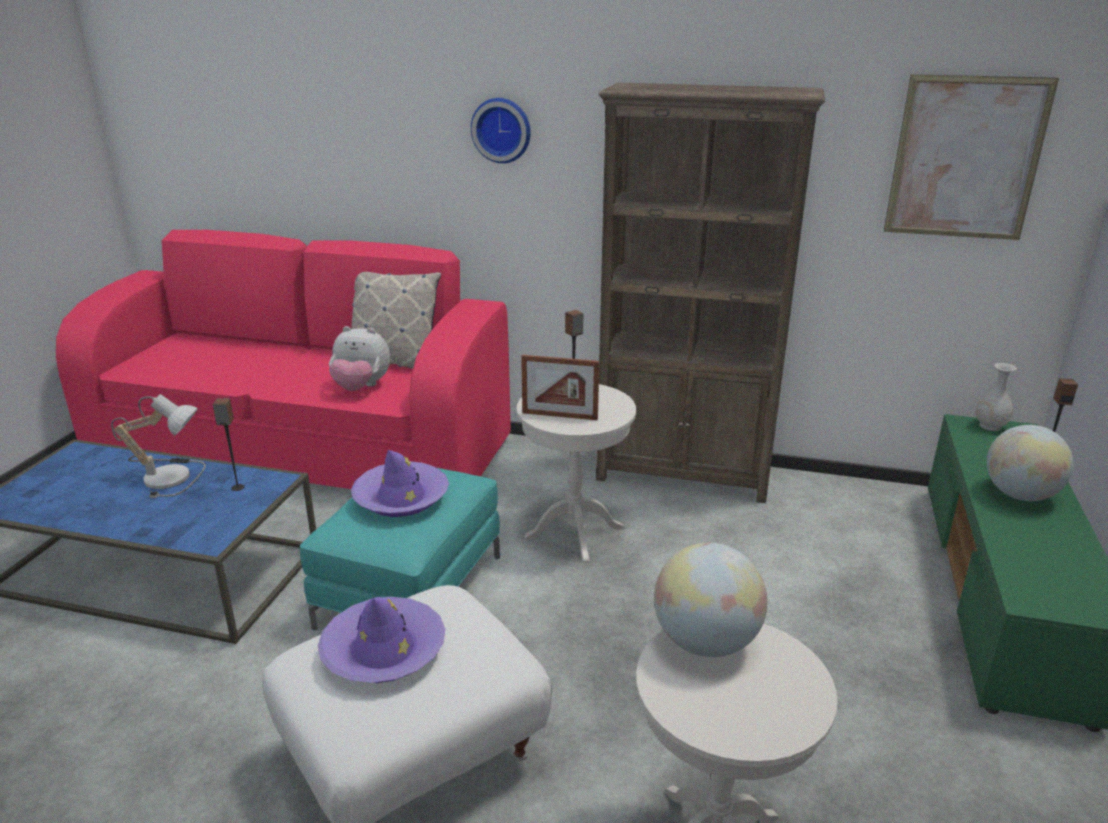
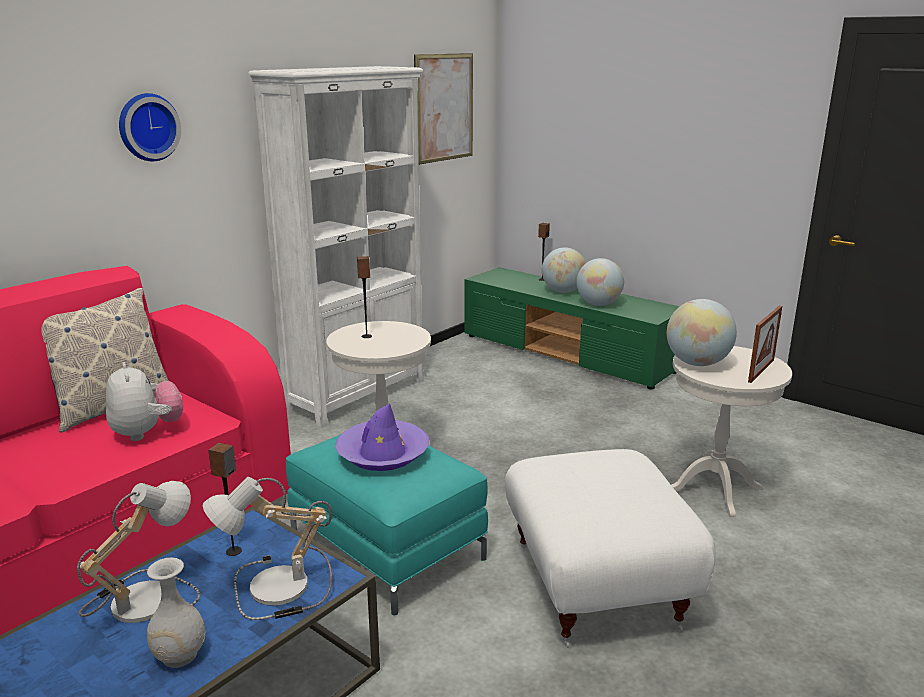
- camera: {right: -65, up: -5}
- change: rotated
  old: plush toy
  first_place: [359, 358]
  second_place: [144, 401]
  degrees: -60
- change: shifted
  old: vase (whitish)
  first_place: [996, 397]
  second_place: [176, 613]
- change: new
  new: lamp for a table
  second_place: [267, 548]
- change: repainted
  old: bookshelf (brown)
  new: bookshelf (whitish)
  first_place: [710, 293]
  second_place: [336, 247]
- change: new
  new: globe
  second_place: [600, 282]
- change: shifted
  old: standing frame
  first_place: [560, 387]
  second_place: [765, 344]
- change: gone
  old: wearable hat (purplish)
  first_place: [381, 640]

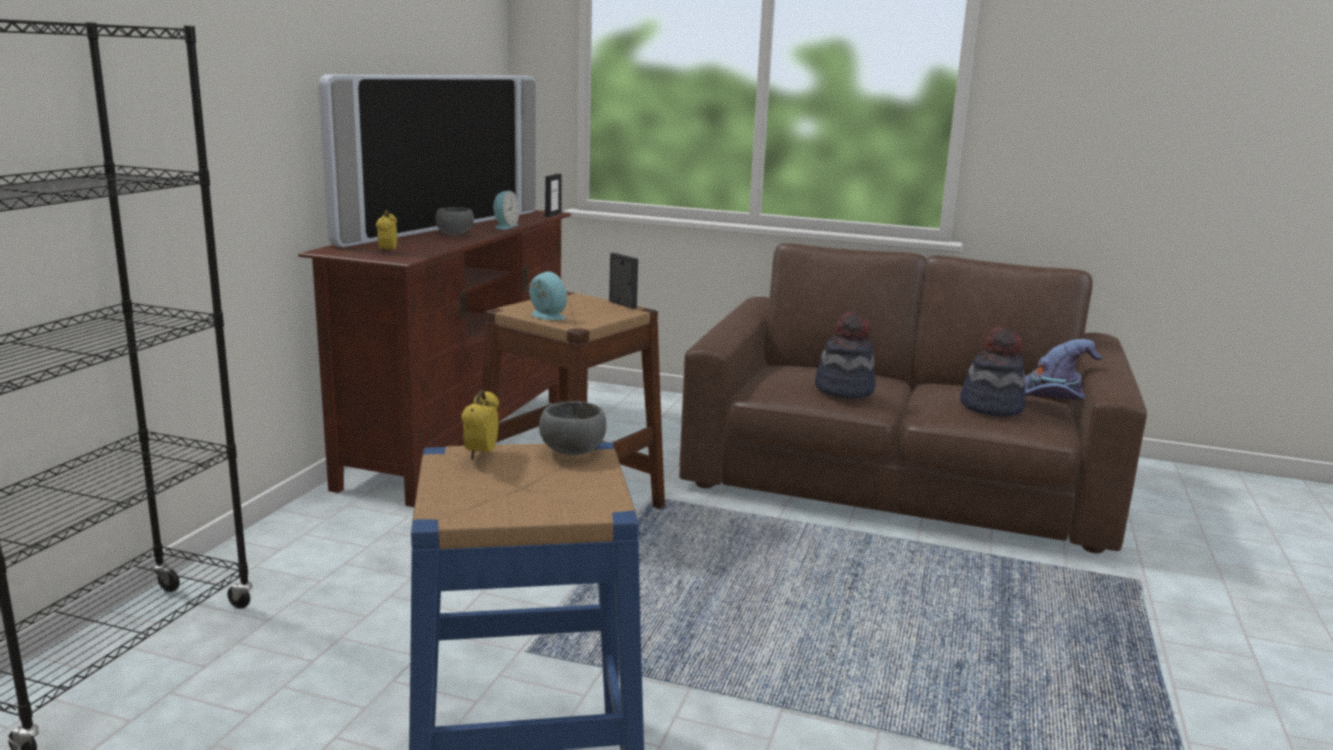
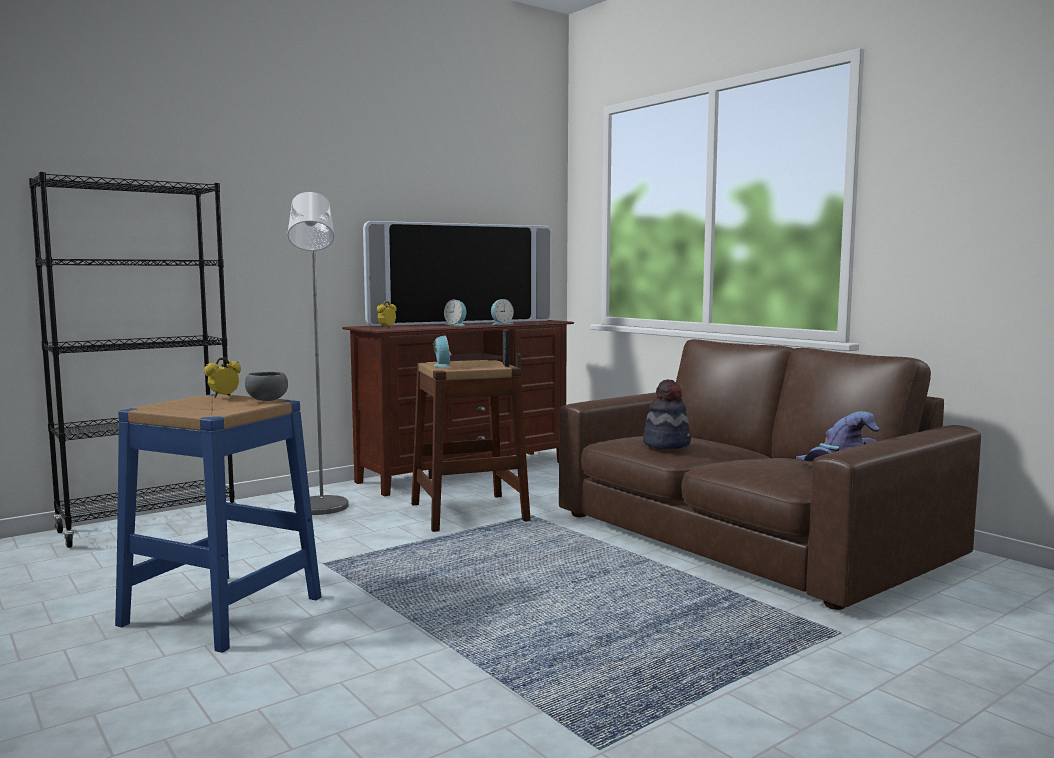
- camera: {right: 35, up: -10}
- change: new
  new: floor lamp (gray)
  second_place: [318, 353]
- change: swapped
  old: deep dish (gray)
  new: table clock
  first_place: [454, 221]
  second_place: [455, 313]
- change: gone
  old: standing frame
  first_place: [553, 195]
- change: gone
  old: wearable hat
  first_place: [993, 372]

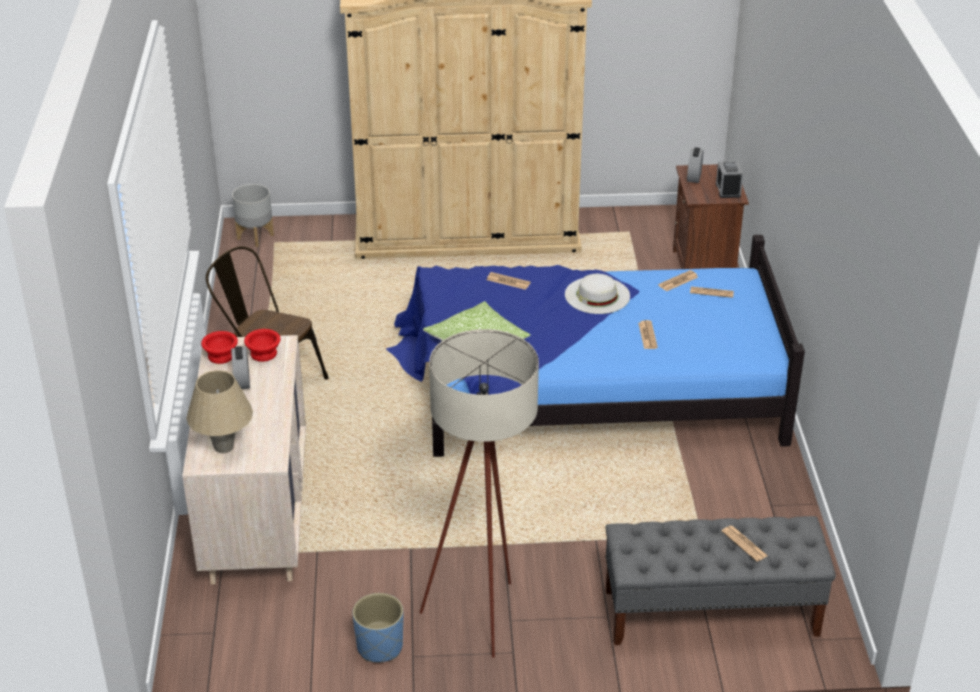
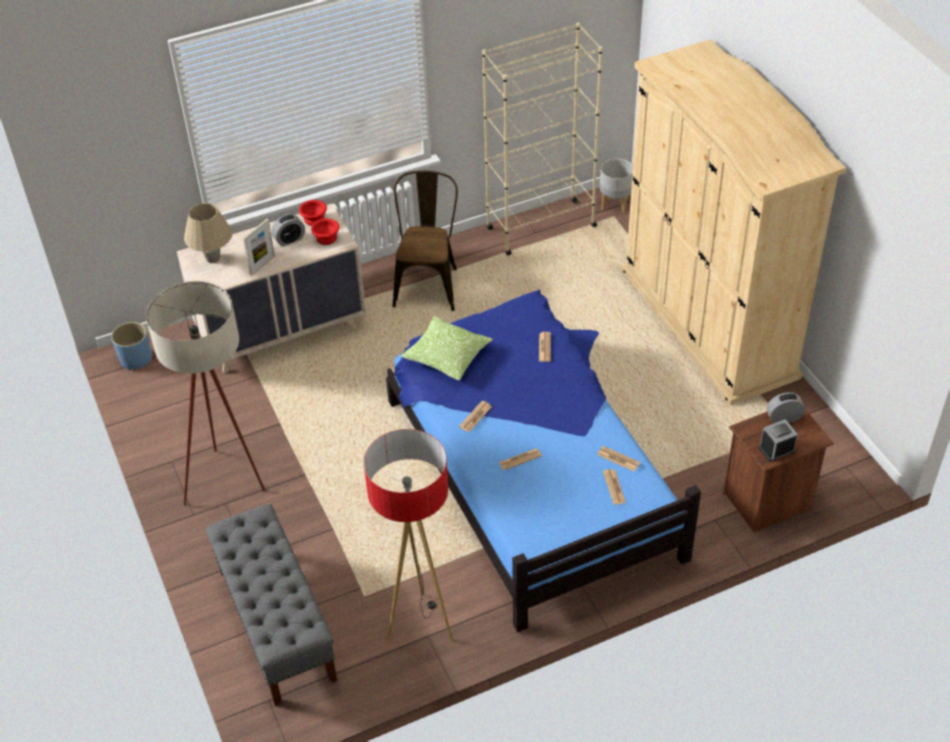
- camera: {right: 70, up: 10}
- change: shifted
  old: plant pot (bluish)
  first_place: [377, 627]
  second_place: [131, 346]
- change: new
  new: standing frame
  second_place: [259, 247]
- change: new
  new: floor lamp
  second_place: [408, 535]
- change: shifted
  old: daily paper
  first_place: [745, 543]
  second_place: [475, 416]
- change: new
  new: bookshelf (sand-coloured)
  second_place: [542, 139]
- change: gone
  old: wearable hat (whitish)
  first_place: [597, 294]

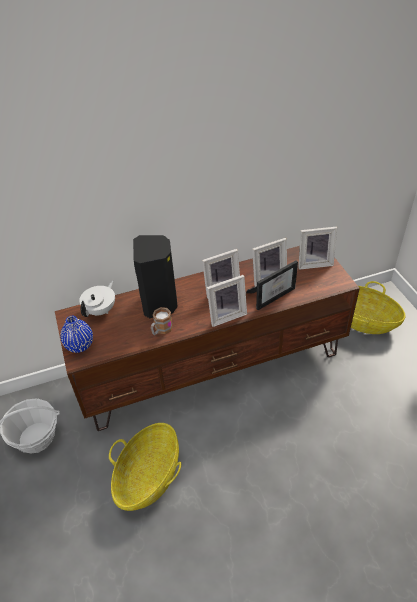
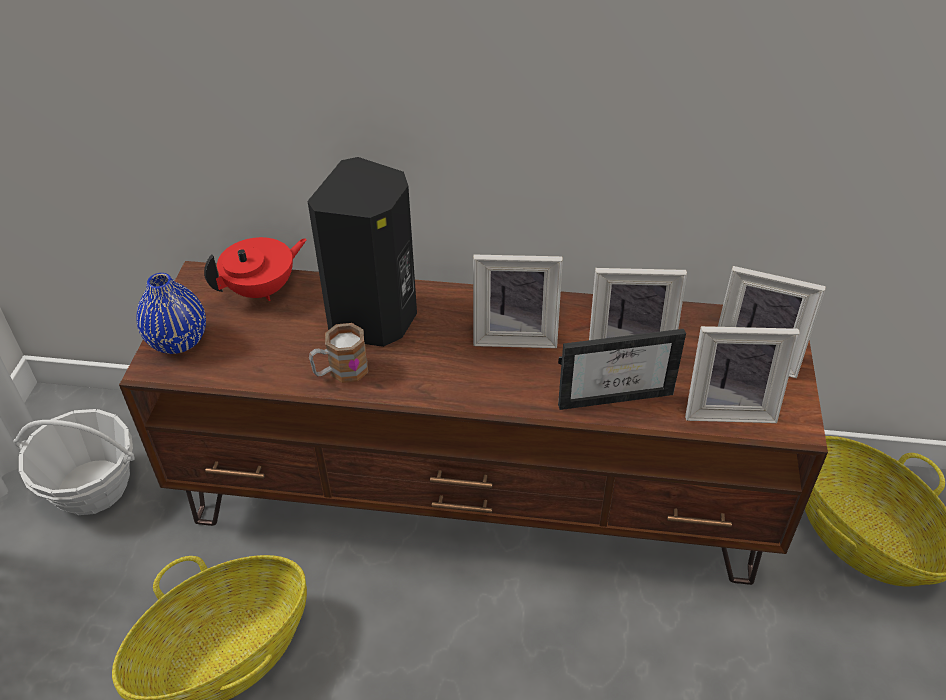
- camera: {right: 25, up: 0}
- change: repainted
  old: pot for tea (whitish)
  new: pot for tea (reddish)
  first_place: [97, 299]
  second_place: [255, 269]
- change: shifted
  old: standing frame
  first_place: [227, 301]
  second_place: [742, 374]

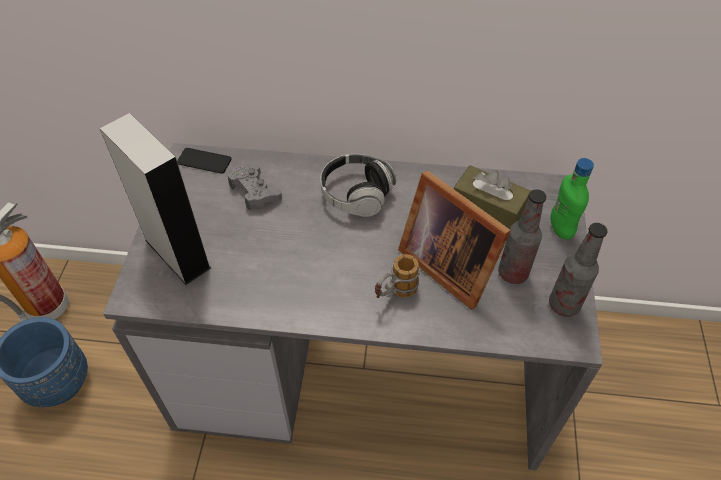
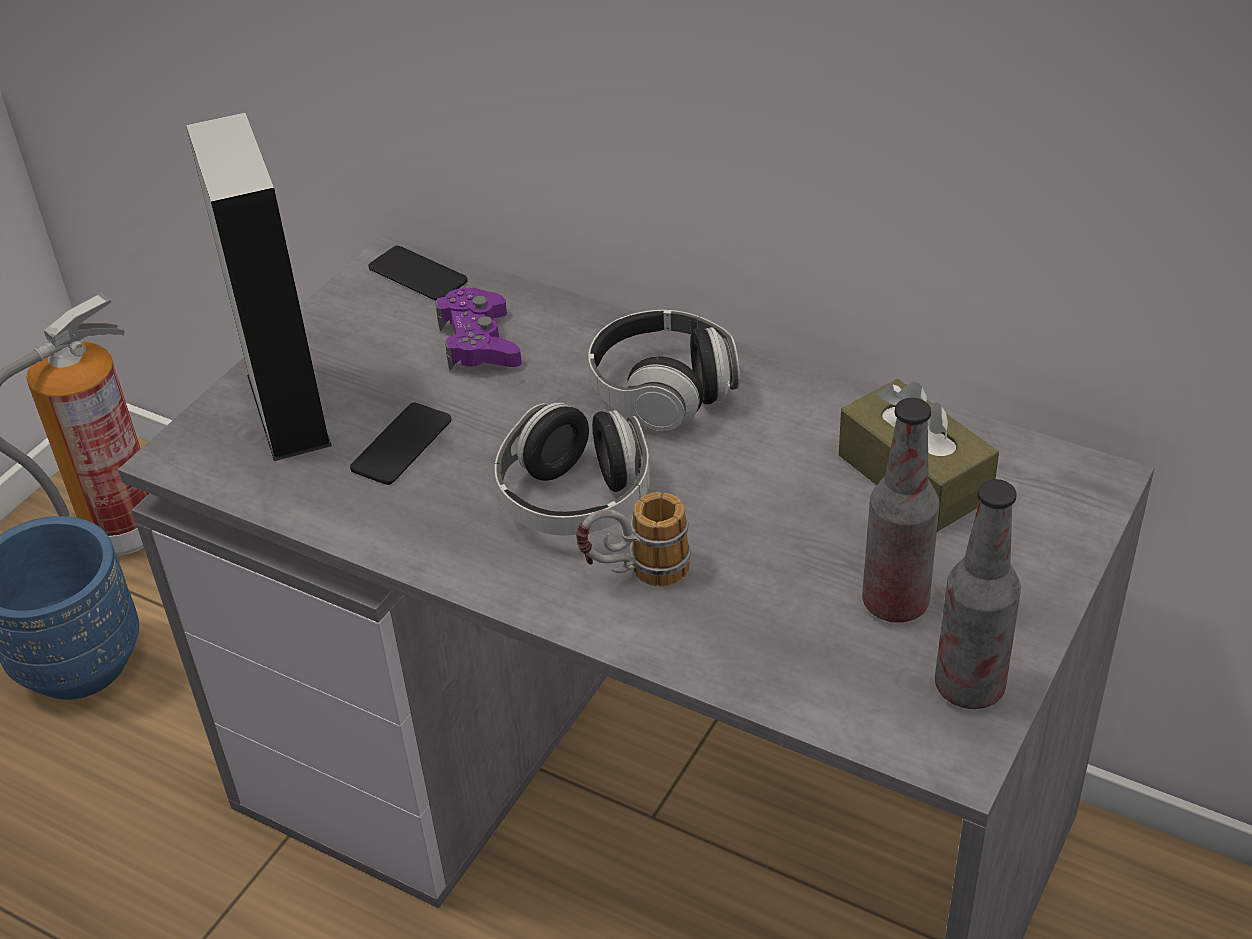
- camera: {right: 25, up: -10}
- change: new
  new: telephone
  second_place: [400, 444]
- change: repainted
  old: gamepad (gray)
  new: gamepad (purplish)
  first_place: [255, 187]
  second_place: [478, 329]
- change: new
  new: headset
  second_place: [572, 468]
- change: gone
  old: standing frame
  first_place: [454, 240]
- change: gone
  old: beverage bottle (greenish)
  first_place: [572, 199]

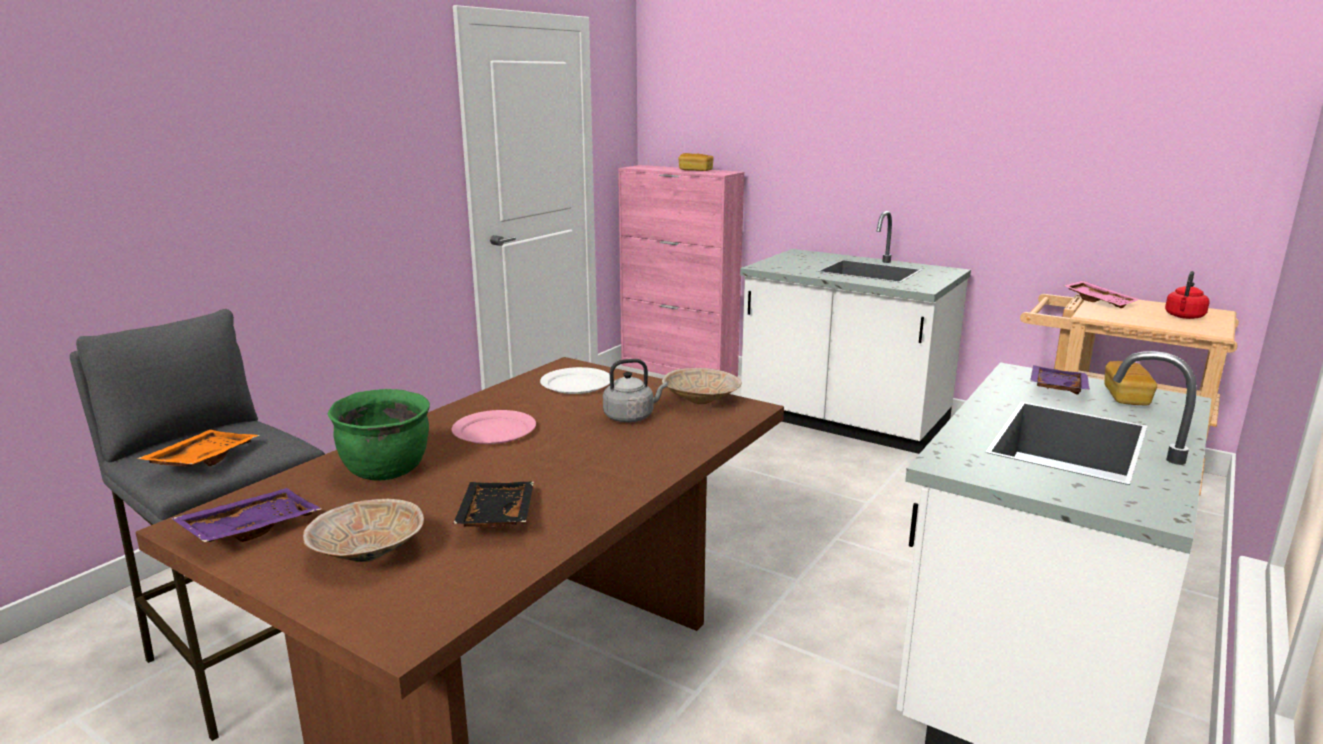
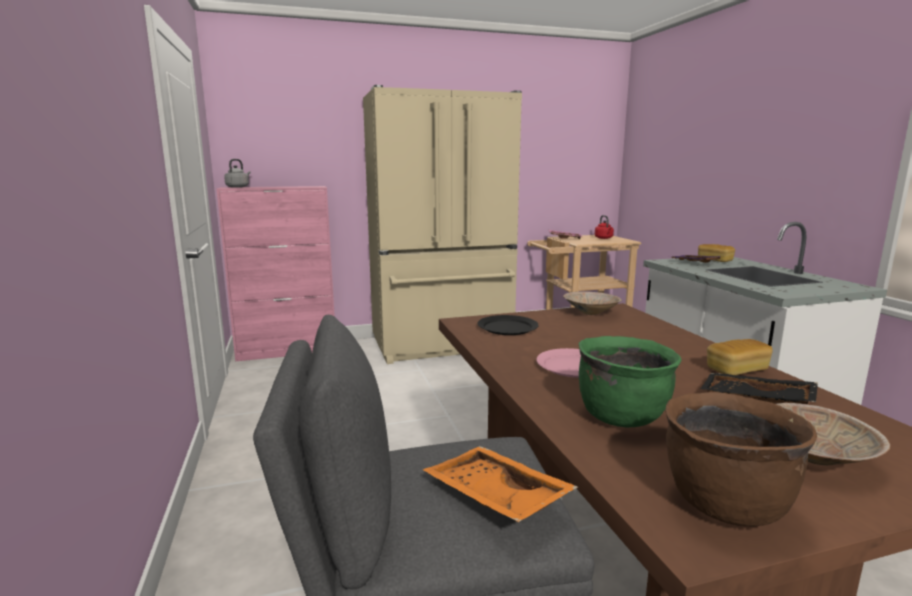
- camera: {right: -50, up: -5}
- change: shifted
  old: kettle (gray)
  first_place: [635, 390]
  second_place: [237, 173]
- change: swapped
  old: counter (whitish)
  new: fridge (sand-coloured)
  first_place: [855, 332]
  second_place: [442, 224]
- change: repainted
  old: plate (whitish)
  new: plate (black-coloured)
  first_place: [575, 380]
  second_place: [508, 325]
- change: swapped
  old: serving tray (purplish)
  new: saucepot (brown)
  first_place: [246, 515]
  second_place: [741, 459]
- change: shifted
  old: bread
  first_place: [696, 162]
  second_place: [740, 357]

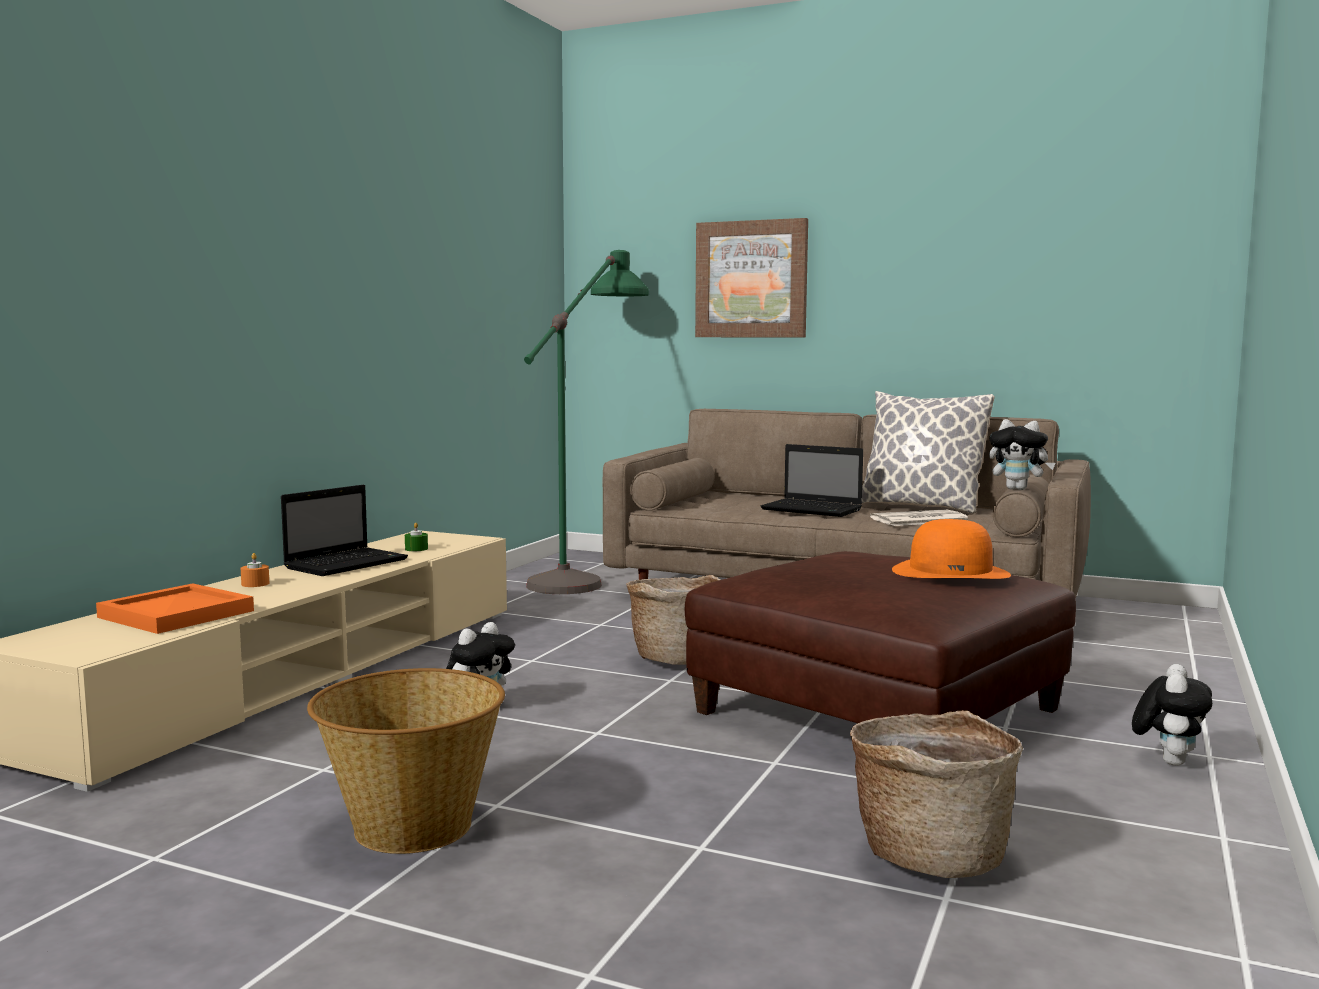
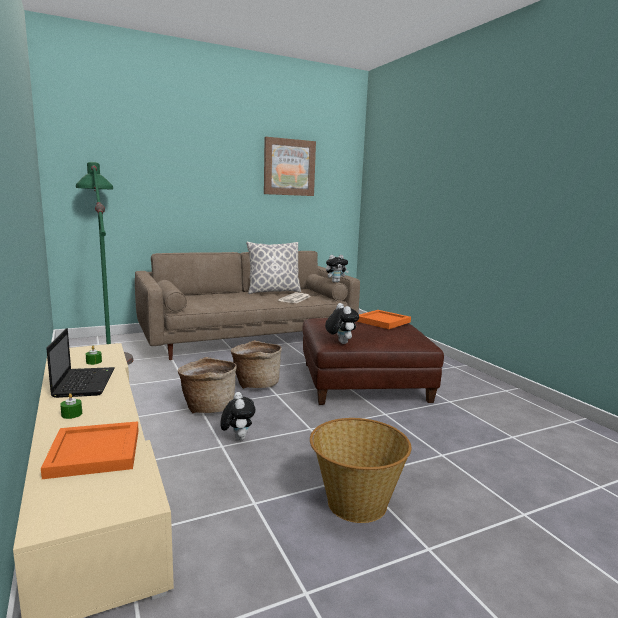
- camera: {right: -50, up: 5}
- change: repainted
  old: wax light (orangey)
  new: wax light (greenish)
  first_place: [255, 570]
  second_place: [71, 406]
- change: shifted
  old: basket
  first_place: [936, 794]
  second_place: [207, 385]
- change: shifted
  old: wall picture
  first_place: [751, 277]
  second_place: [290, 166]
- change: shifted
  old: plush toy
  first_place: [1172, 715]
  second_place: [342, 323]
- change: swapped
  old: wearable hat (orangey)
  new: serving tray (orangey)
  first_place: [951, 549]
  second_place: [383, 319]
- change: gone
  old: laptop
  first_place: [812, 480]

